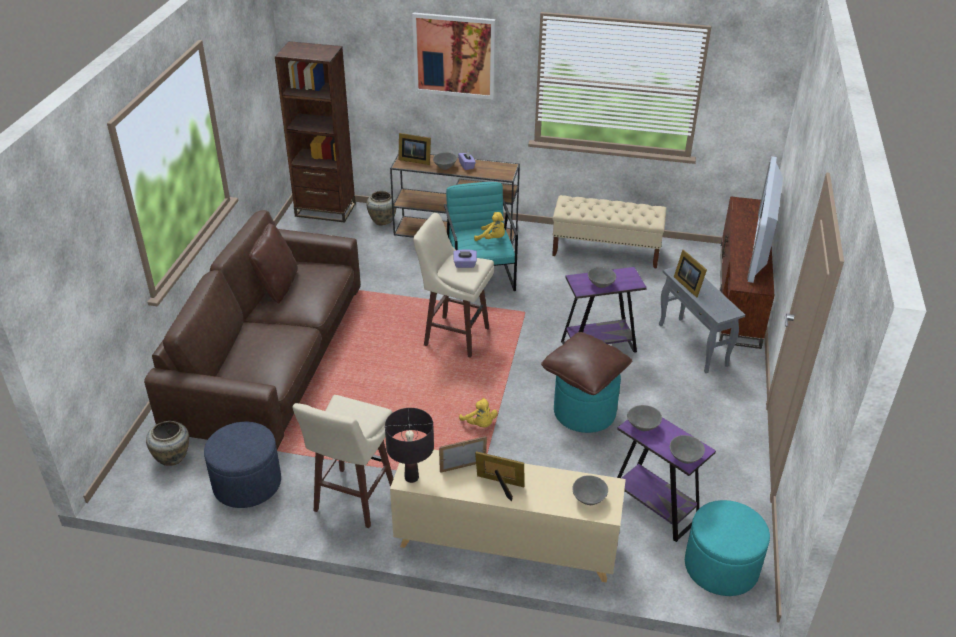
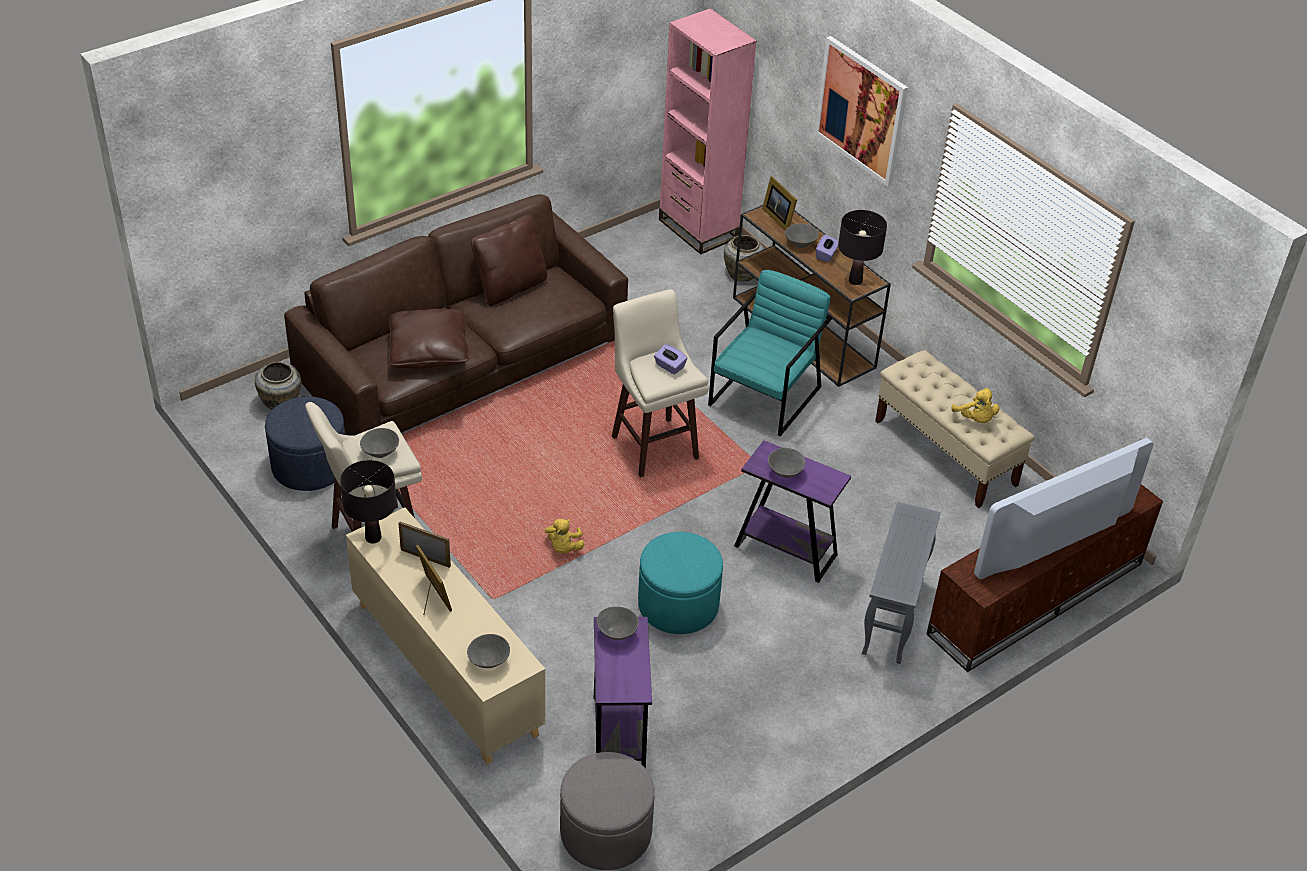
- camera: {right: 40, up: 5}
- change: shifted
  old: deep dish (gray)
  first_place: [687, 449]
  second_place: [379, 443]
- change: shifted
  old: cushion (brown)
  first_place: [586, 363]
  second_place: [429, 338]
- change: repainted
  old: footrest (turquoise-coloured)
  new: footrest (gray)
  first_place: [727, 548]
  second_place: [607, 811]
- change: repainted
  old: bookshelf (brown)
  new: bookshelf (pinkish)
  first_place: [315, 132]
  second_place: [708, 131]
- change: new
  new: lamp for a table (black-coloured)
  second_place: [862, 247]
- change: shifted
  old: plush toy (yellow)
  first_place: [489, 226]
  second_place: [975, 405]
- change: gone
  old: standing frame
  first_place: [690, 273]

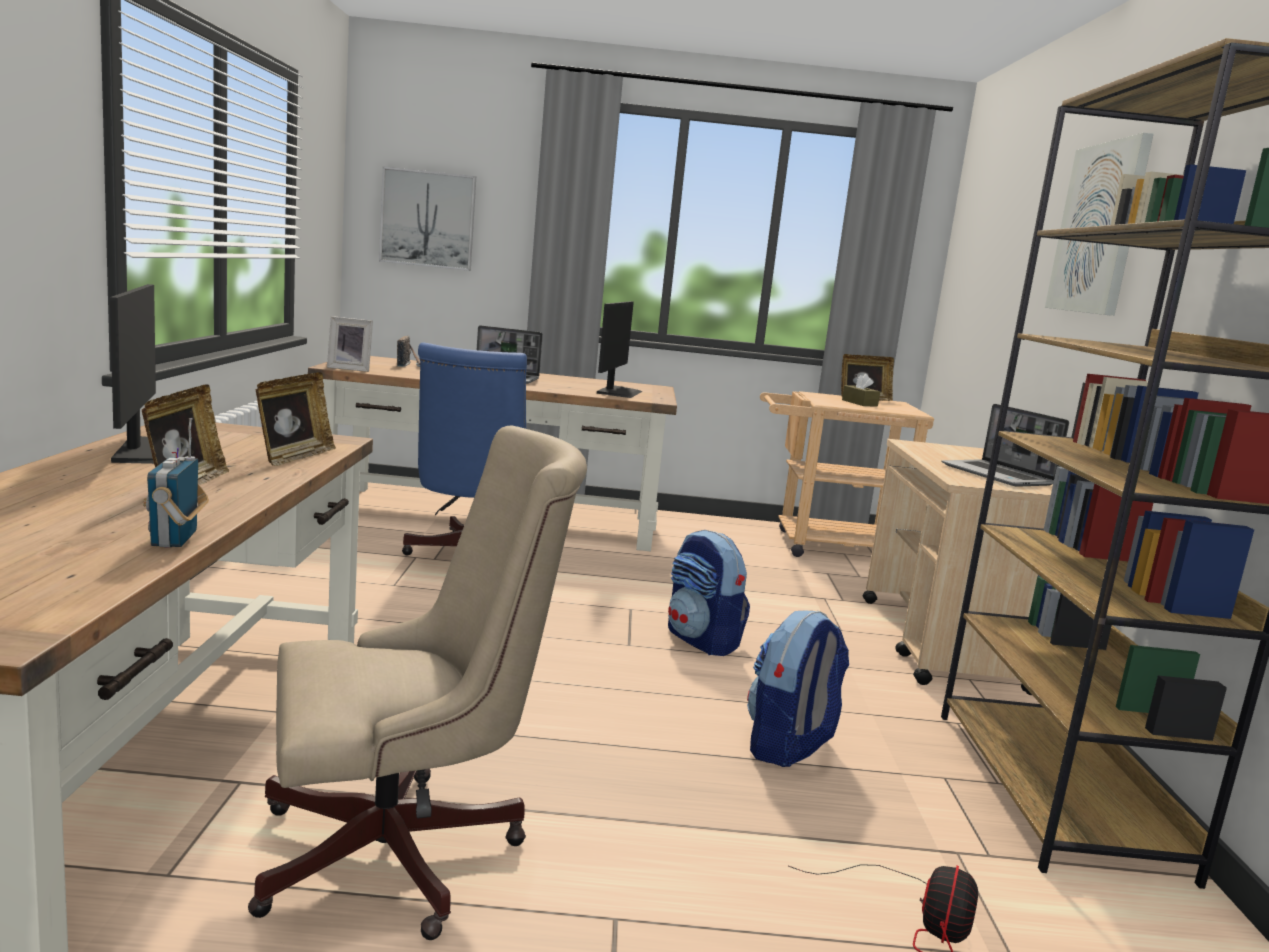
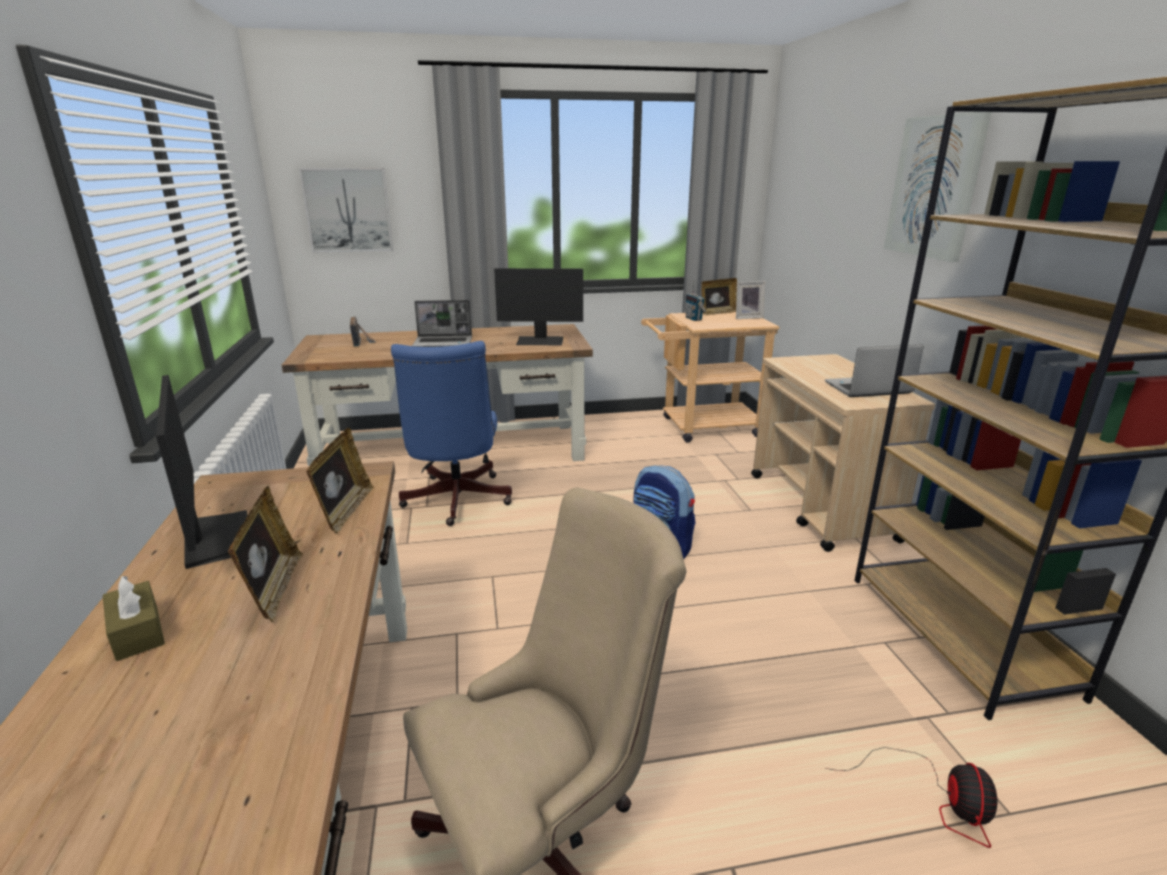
- camera: {right: -10, up: 10}
- change: shifted
  old: tissue box (brown)
  first_place: [861, 390]
  second_place: [134, 618]
- change: rotated
  old: computer screen
  first_place: [620, 349]
  second_place: [538, 306]
  degrees: 90
- change: shifted
  old: radio set
  first_place: [176, 483]
  second_place: [695, 301]
- change: shifted
  old: standing frame
  first_place: [350, 344]
  second_place: [751, 300]
- change: rotated
  old: laptop
  first_place: [1005, 445]
  second_place: [874, 370]
  degrees: 120
- change: gone
  old: backpack
  first_place: [798, 689]

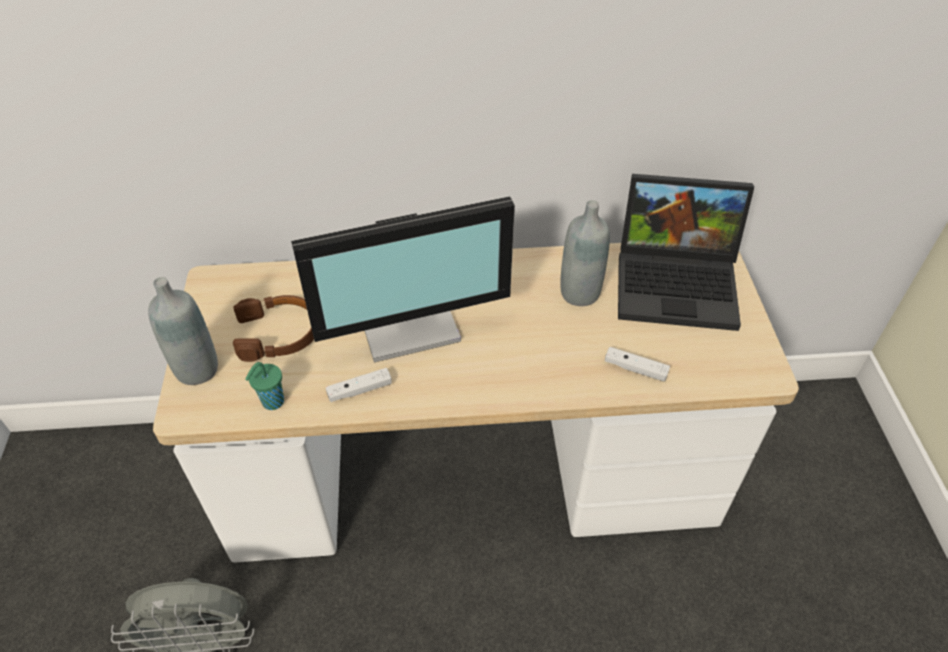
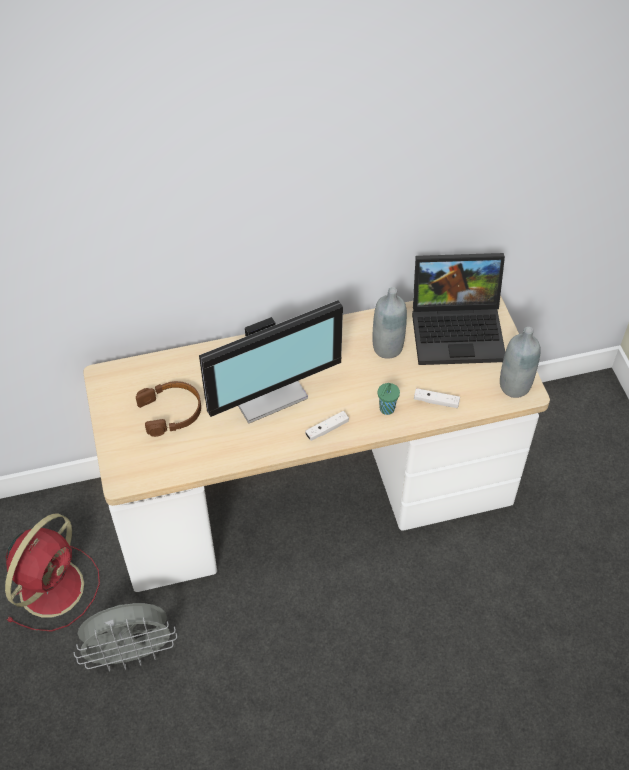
- camera: {right: -10, up: 5}
- change: new
  new: cooling fan (reddish)
  second_place: [52, 572]
- change: shifted
  old: gamepad (whitish)
  first_place: [359, 385]
  second_place: [327, 426]
- change: shifted
  old: cup (greenish)
  first_place: [264, 386]
  second_place: [389, 399]
- change: shifted
  old: beverage bottle (gray)
  first_place: [183, 331]
  second_place: [520, 362]

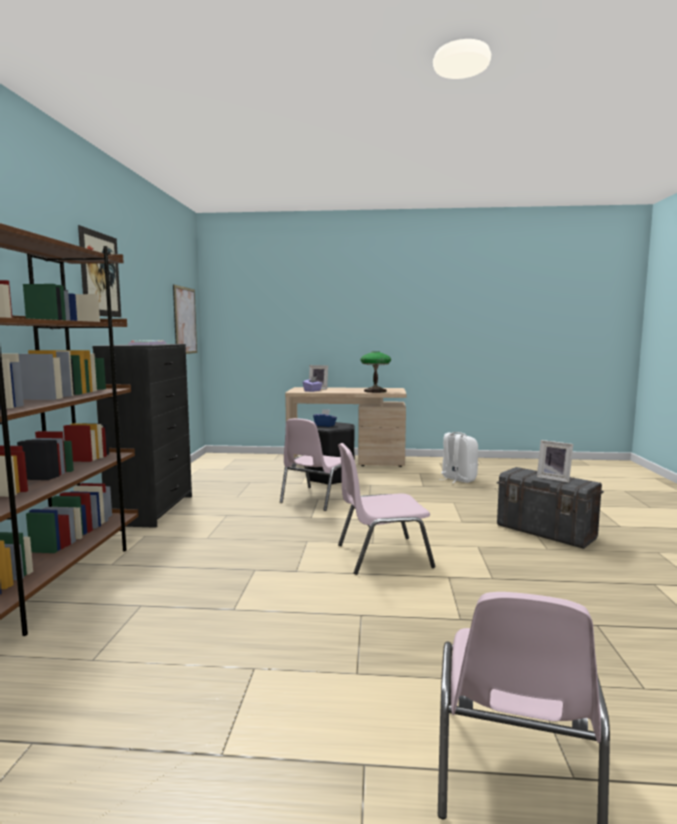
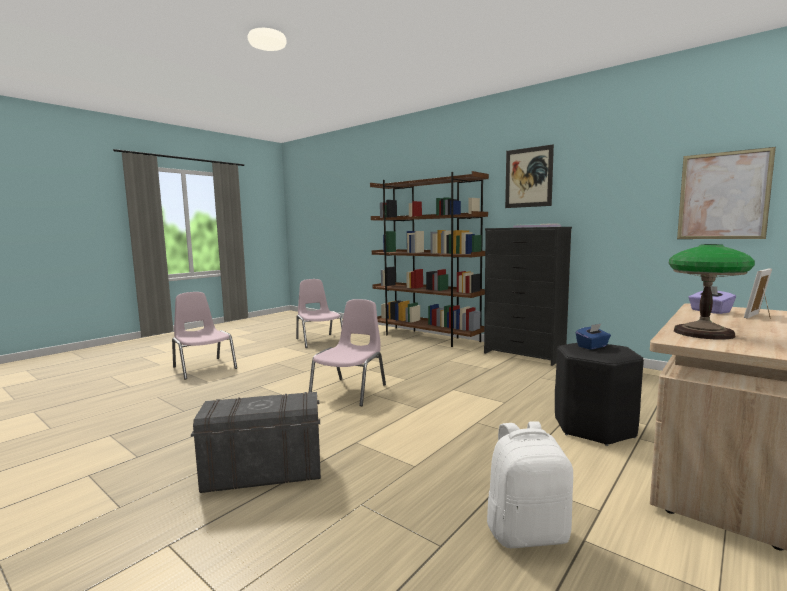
- camera: {right: 125, up: 0}
- change: shifted
  old: plain chair (pinkish)
  first_place: [310, 464]
  second_place: [319, 313]
- change: gone
  old: standing frame
  first_place: [555, 461]

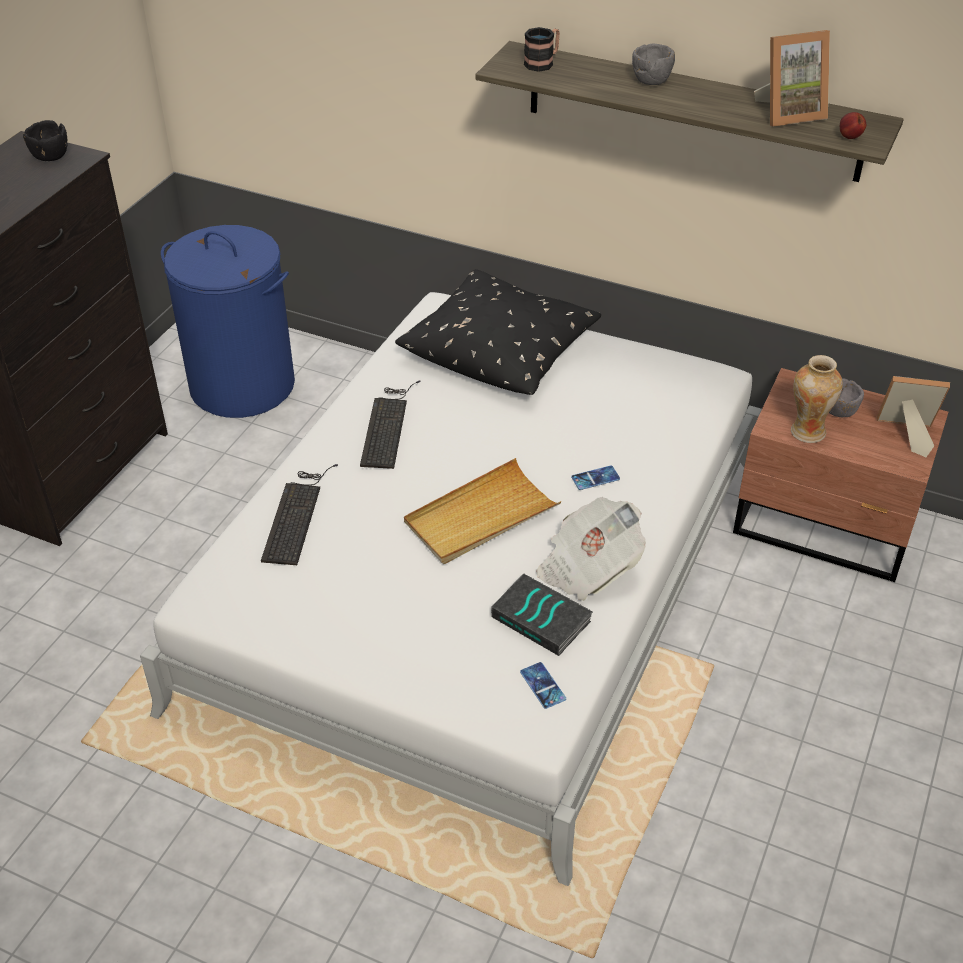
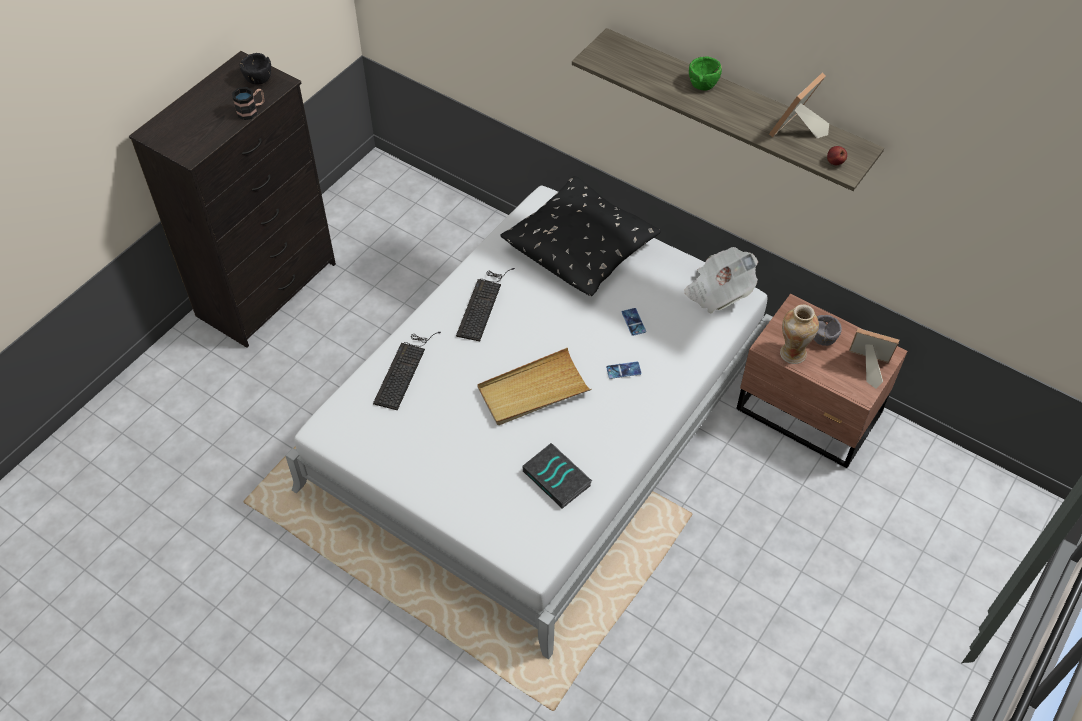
- camera: {right: 10, up: 10}
- change: shifted
  old: mug
  first_place: [542, 49]
  second_place: [248, 103]
- change: shifted
  old: telephone
  first_place: [543, 685]
  second_place: [634, 322]
- change: shifted
  old: daily paper
  first_place: [591, 549]
  second_place: [721, 280]
- change: repainted
  old: deep dish (gray)
  new: deep dish (greenish)
  first_place: [653, 64]
  second_place: [705, 73]
- change: rotated
  old: standing frame
  first_place: [792, 78]
  second_place: [799, 105]
  degrees: 135
- change: gone
  old: washing basket (bluish)
  first_place: [228, 321]

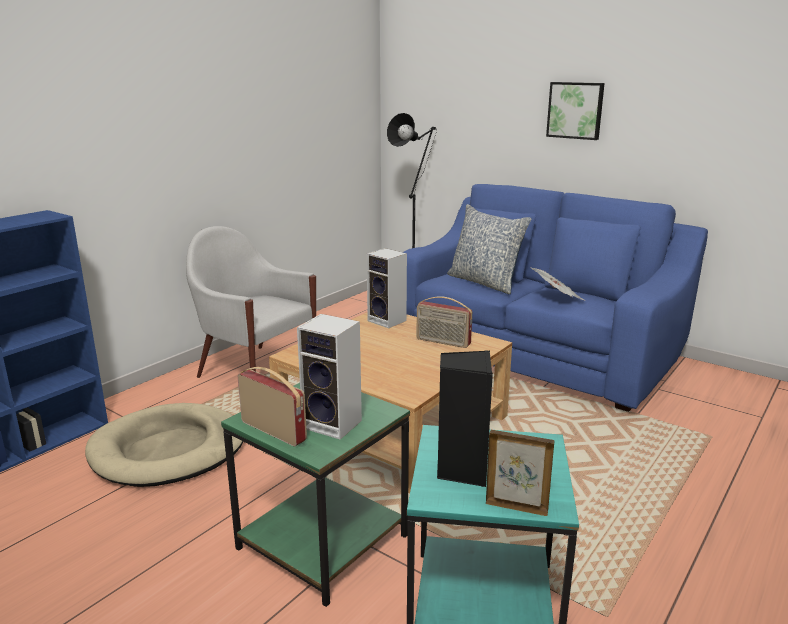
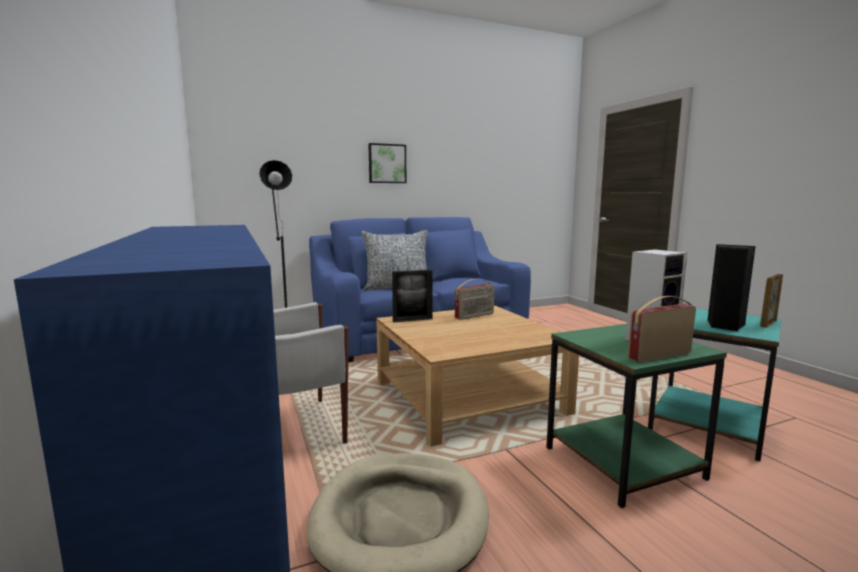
- camera: {right: -60, up: -10}
- change: swapped
  old: loudspeaker
  new: standing frame
  first_place: [387, 288]
  second_place: [412, 296]
- change: gone
  old: daily paper
  first_place: [558, 284]

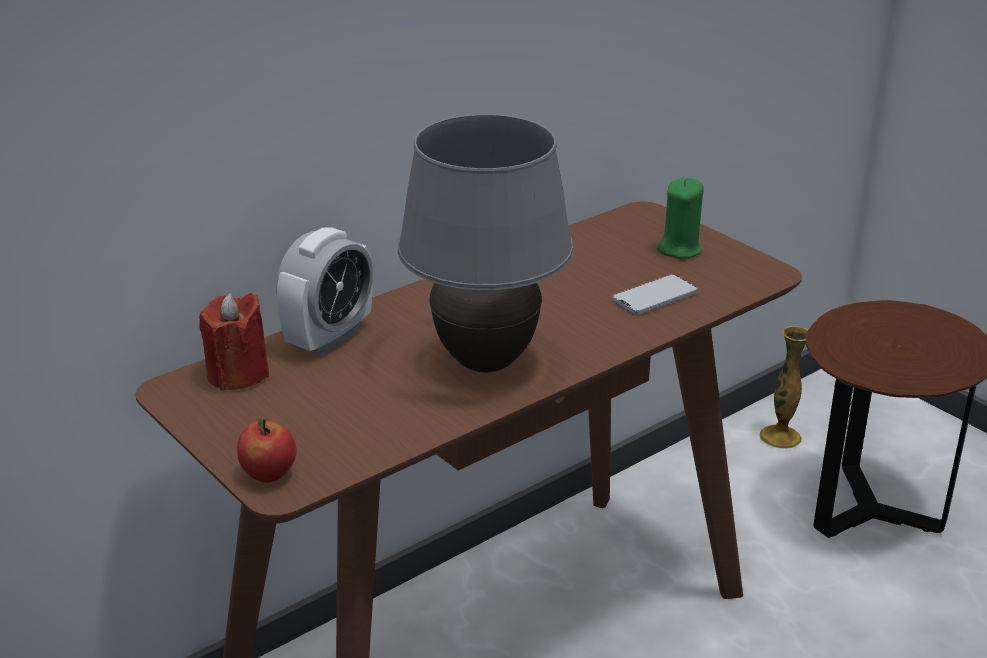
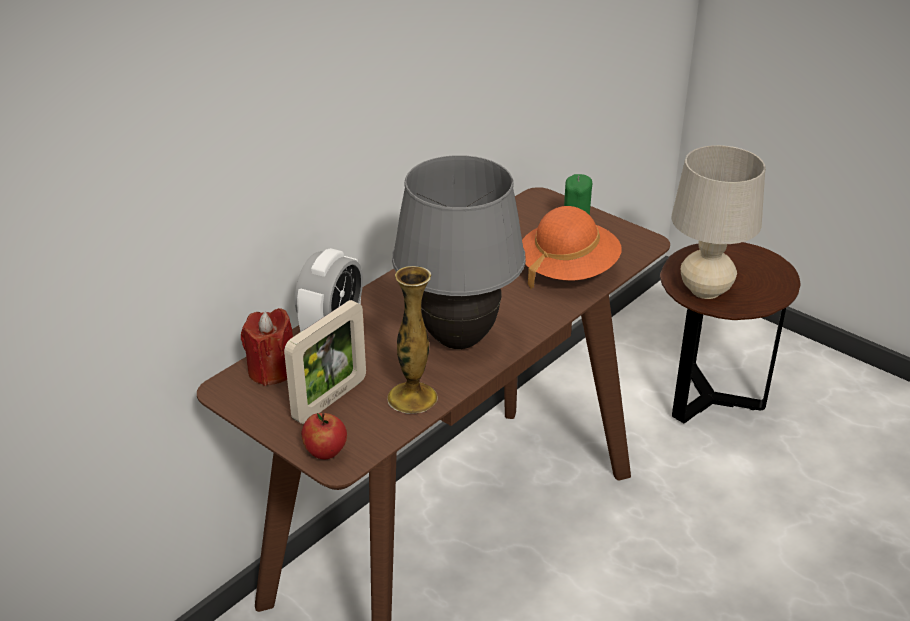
- camera: {right: -10, up: 5}
- change: new
  new: standing frame
  second_place: [325, 362]
- change: shifted
  old: vase
  first_place: [784, 387]
  second_place: [412, 340]
- change: swapped
  old: telephone
  new: wearable hat (orangey)
  first_place: [655, 294]
  second_place: [572, 247]
- change: new
  new: lamp for a table (sand-coloured)
  second_place: [718, 222]

